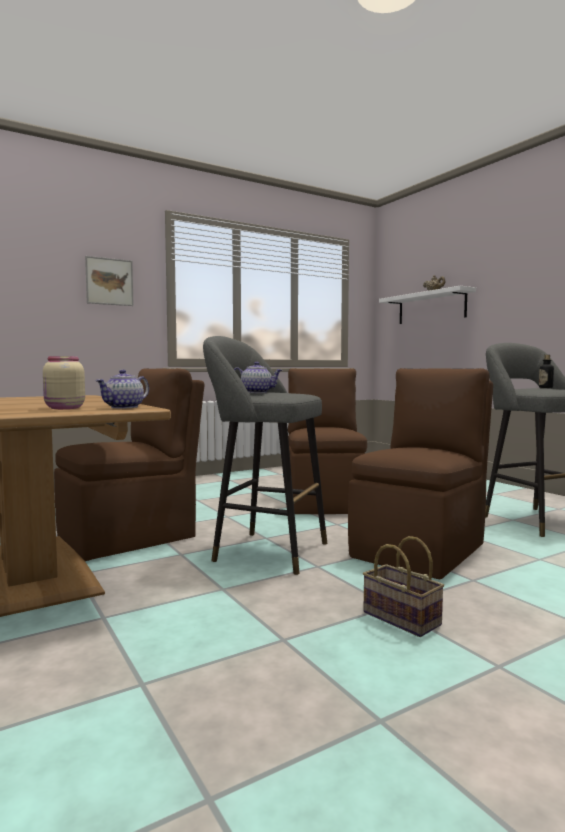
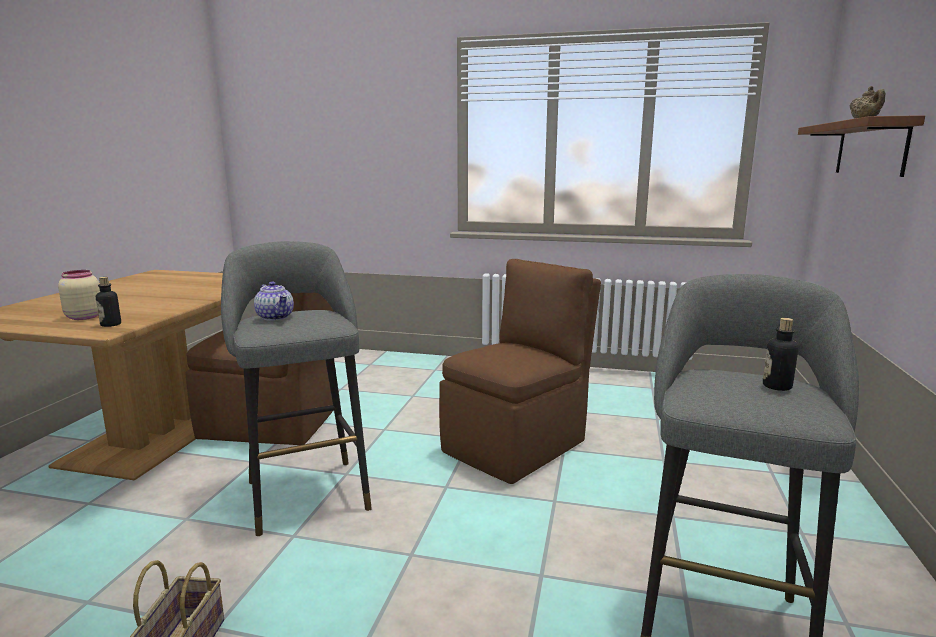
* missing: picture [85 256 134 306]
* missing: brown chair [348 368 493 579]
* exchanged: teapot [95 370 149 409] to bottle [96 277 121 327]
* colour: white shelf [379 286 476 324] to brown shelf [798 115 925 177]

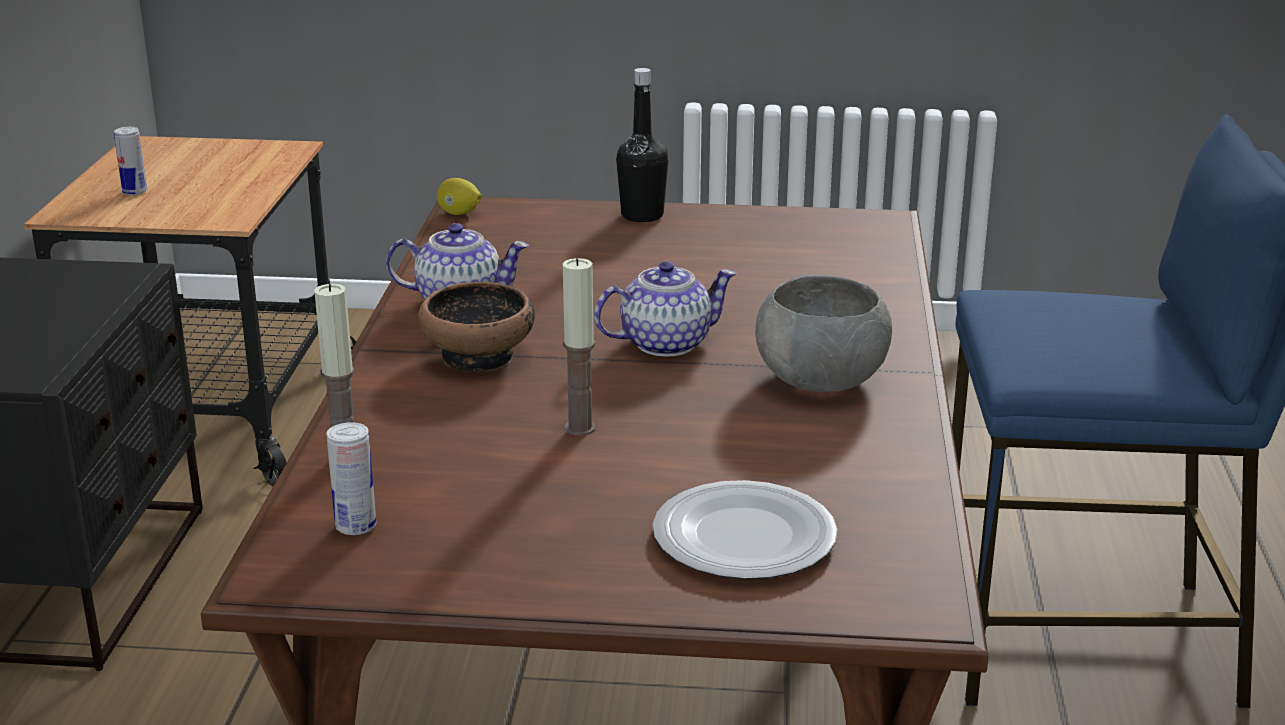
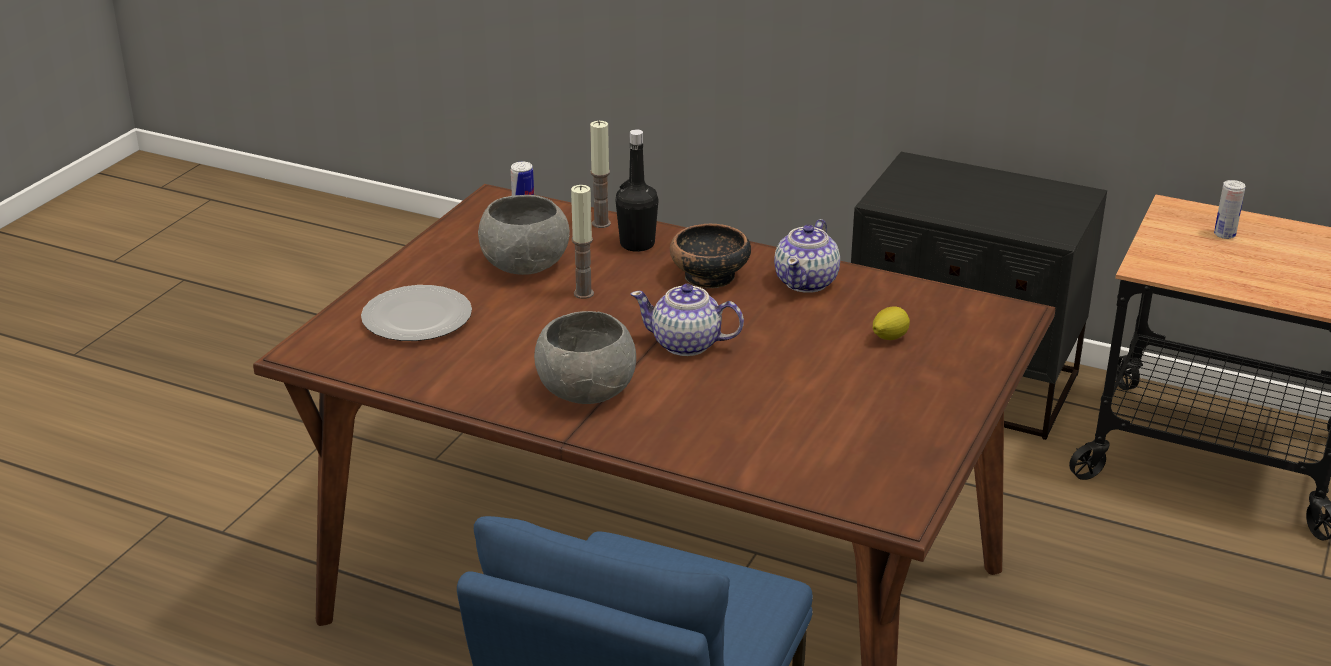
* appeared: grey bowl [478 195 570 275]
* relocated: lemon [437 178 482 215] to [873 307 910 340]
* relocated: black bottle [616 68 669 222] to [616 129 658 252]
* spun: teapot [594 261 737 357] = [630 284 744 356] 105 degrees clockwise

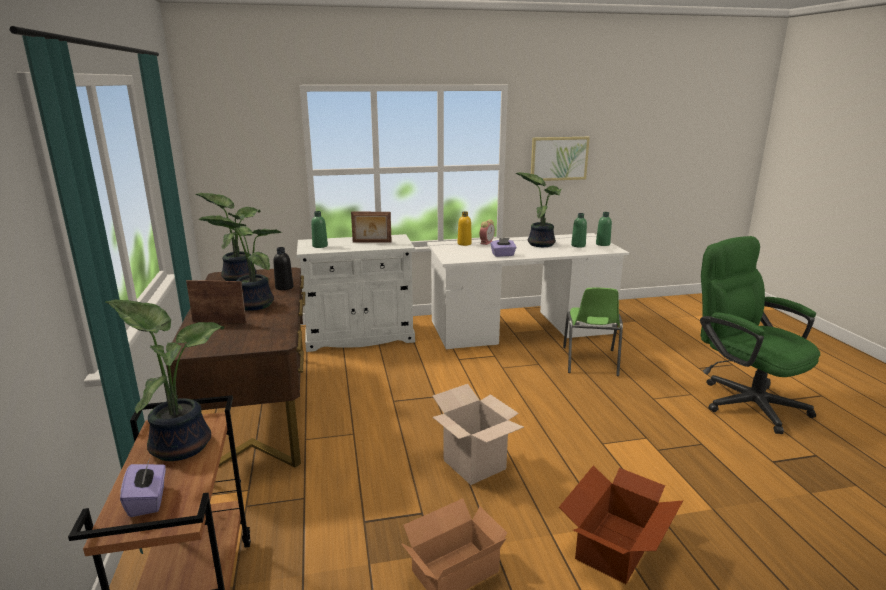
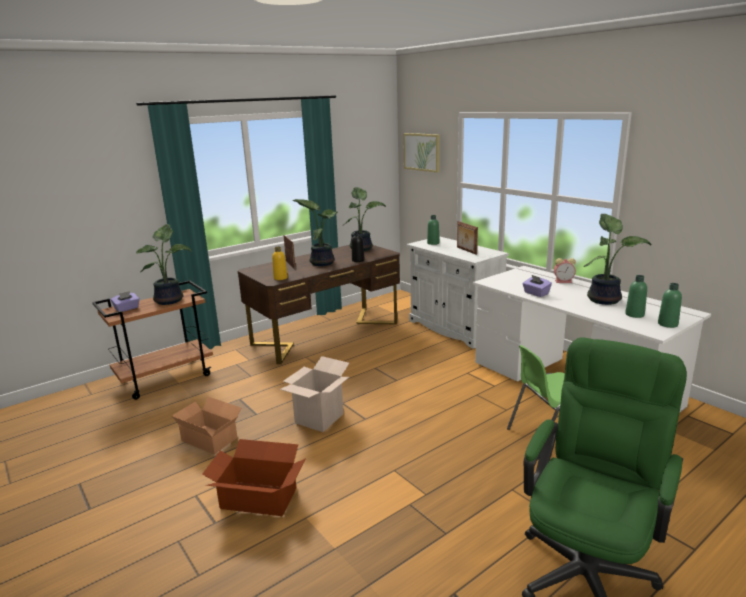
* relocated: yellow bottle [458 211 472 246] to [272 247 288 280]
* relocated: picture [531 137 590 181] to [403 133 440 173]

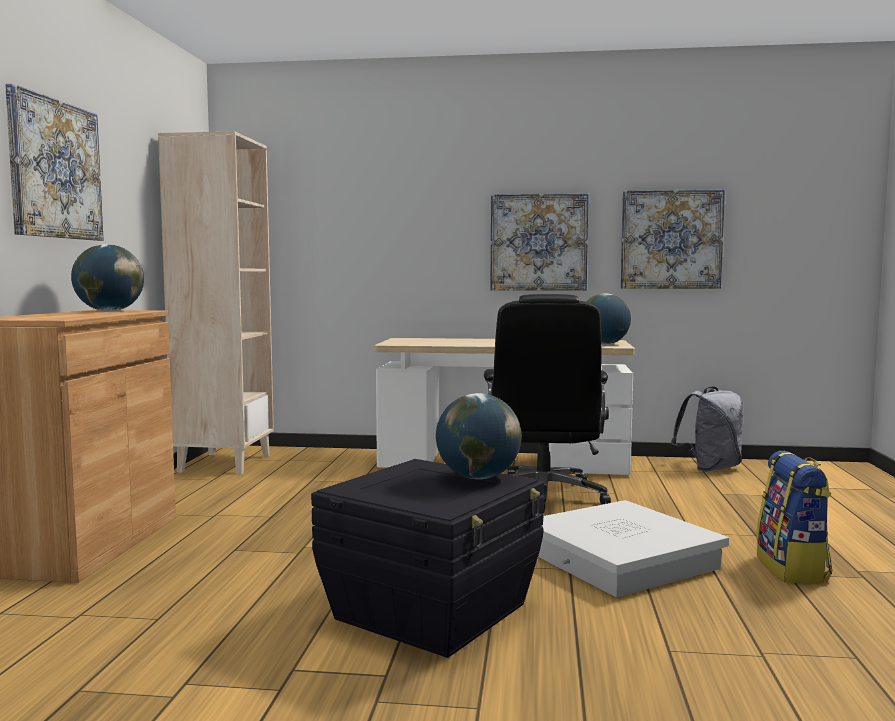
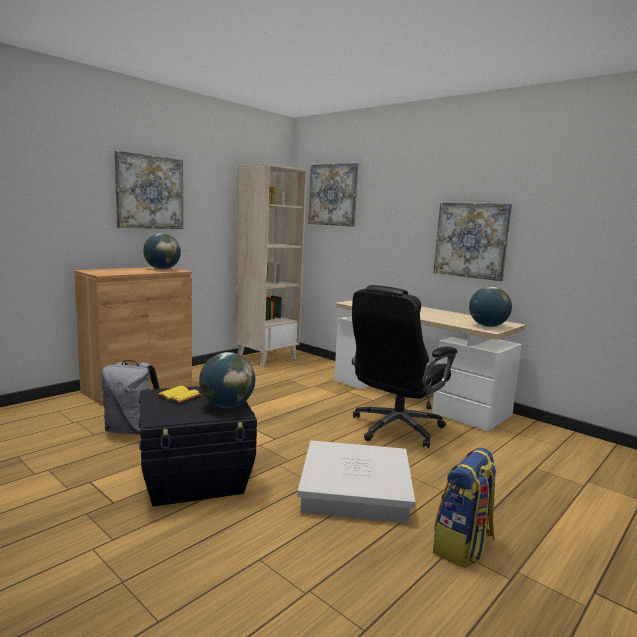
* appeared: yellow book [156 386 202 403]
* relocated: picture [620 189 725 289] to [308 163 359 227]
* relocated: grey backpack [671 387 743 472] to [101 360 160 435]

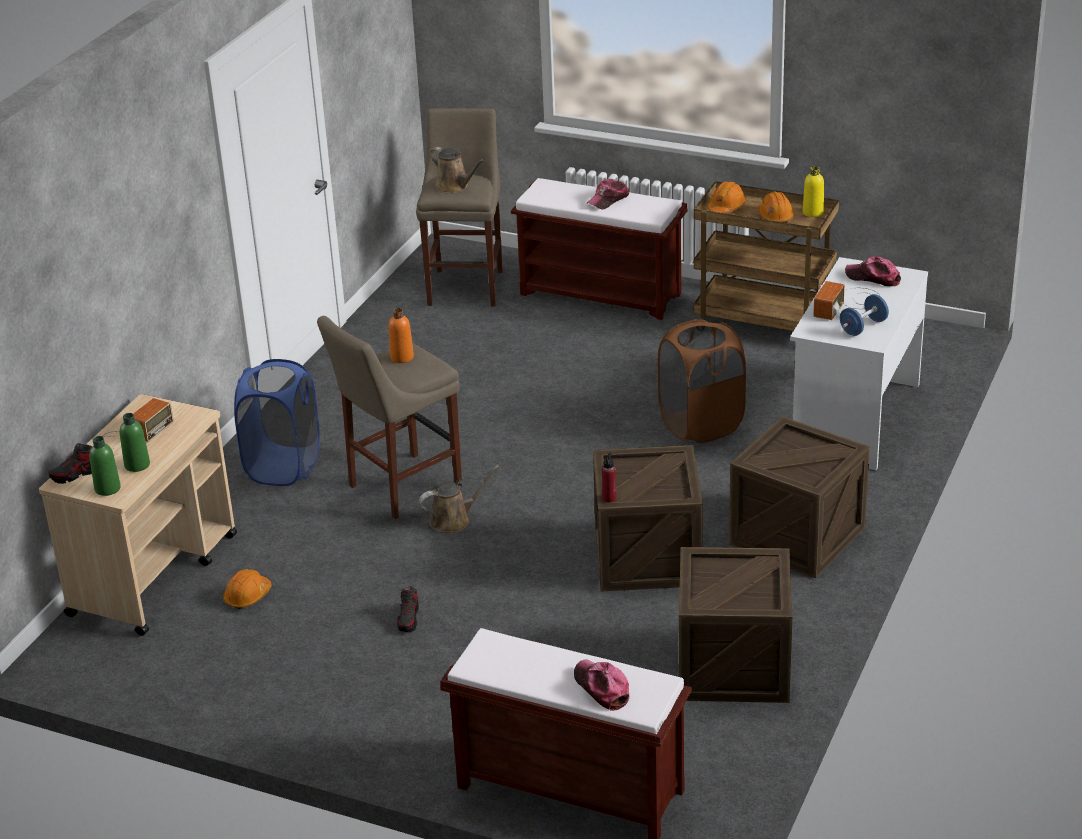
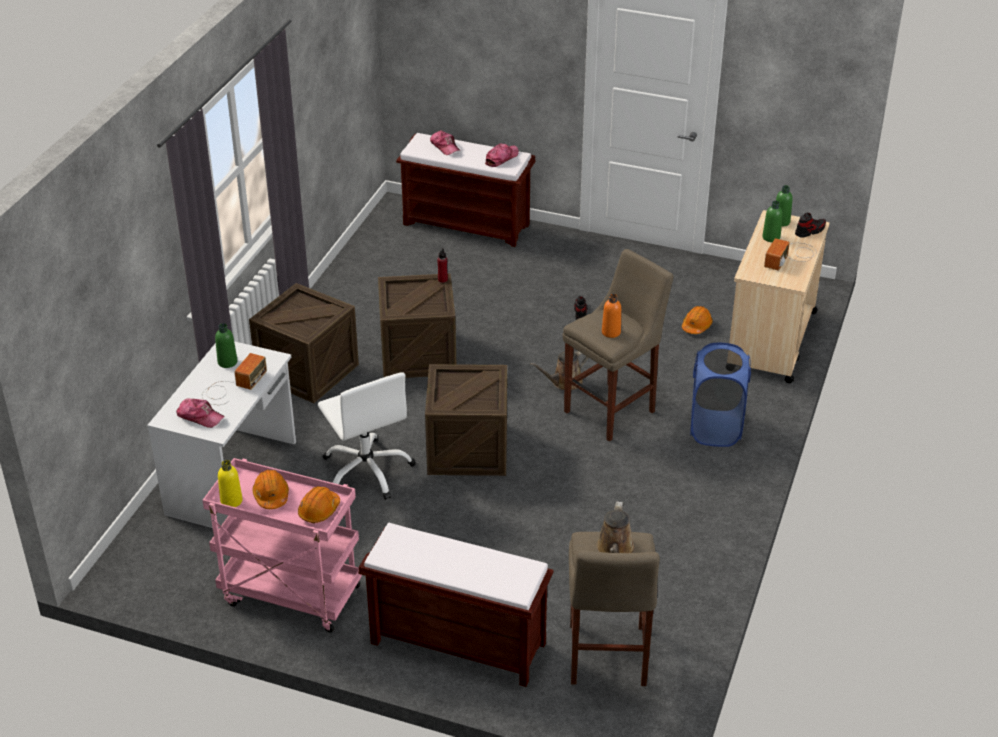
* relocated: cap [587 179 630 210] to [485 144 519 167]
* relocated: crate [679 547 792 703] to [425 364 507 476]
* exchanged: brown laundry basket [658 319 746 443] to white office chair [318 372 416 500]
* exchanged: blue dumbbell [840 294 889 336] to green bottle [215 323 237 368]
* colour: brown cart [694 181 839 344] to pink cart [202 458 362 633]
* spun: brown watering can [430 147 485 194] = [596 501 635 553] 120 degrees counterclockwise

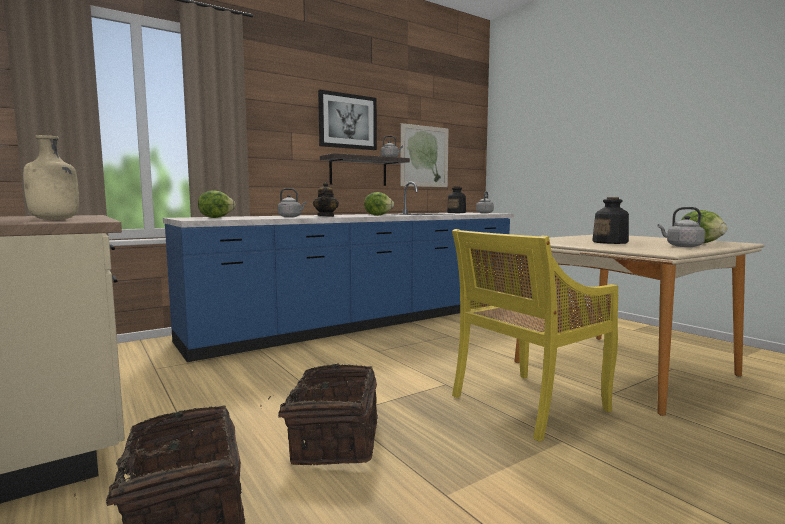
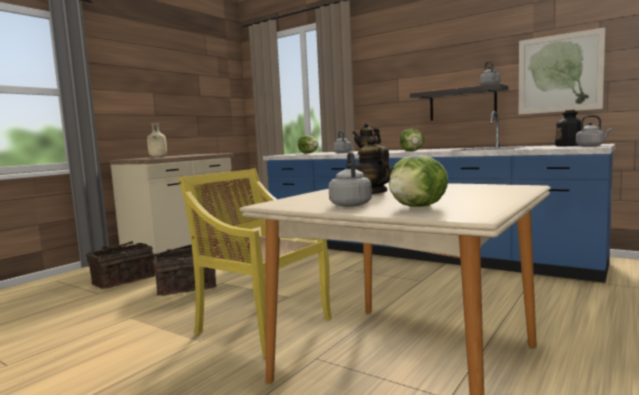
* missing: picture [318 90 377 150]
* exchanged: bottle [592 197 629 244] to teapot [355 137 392 194]

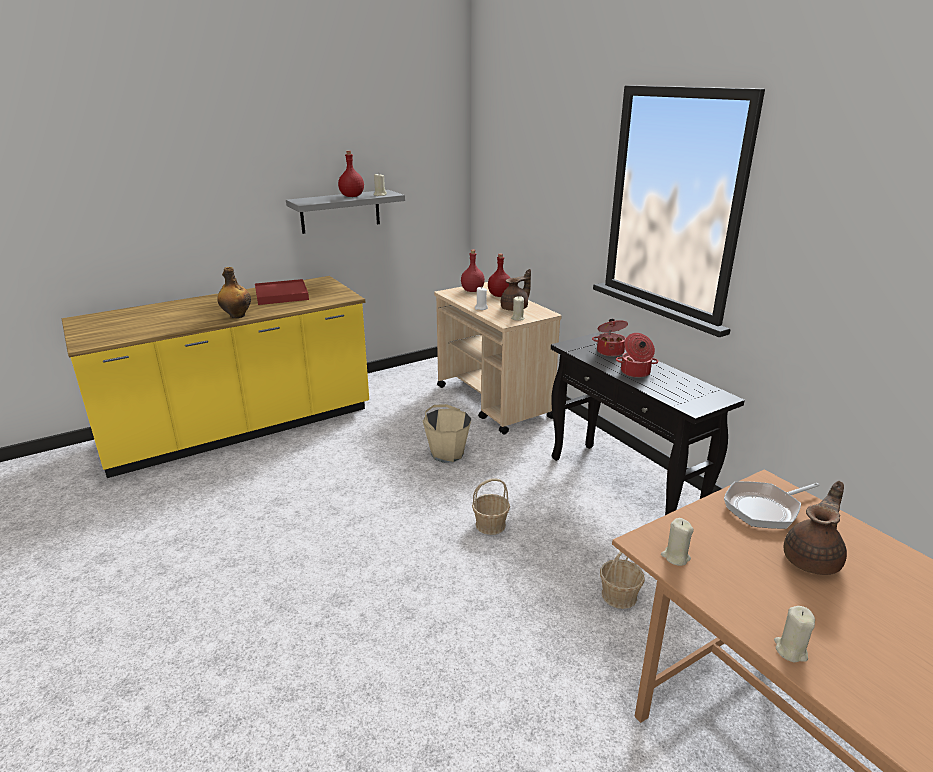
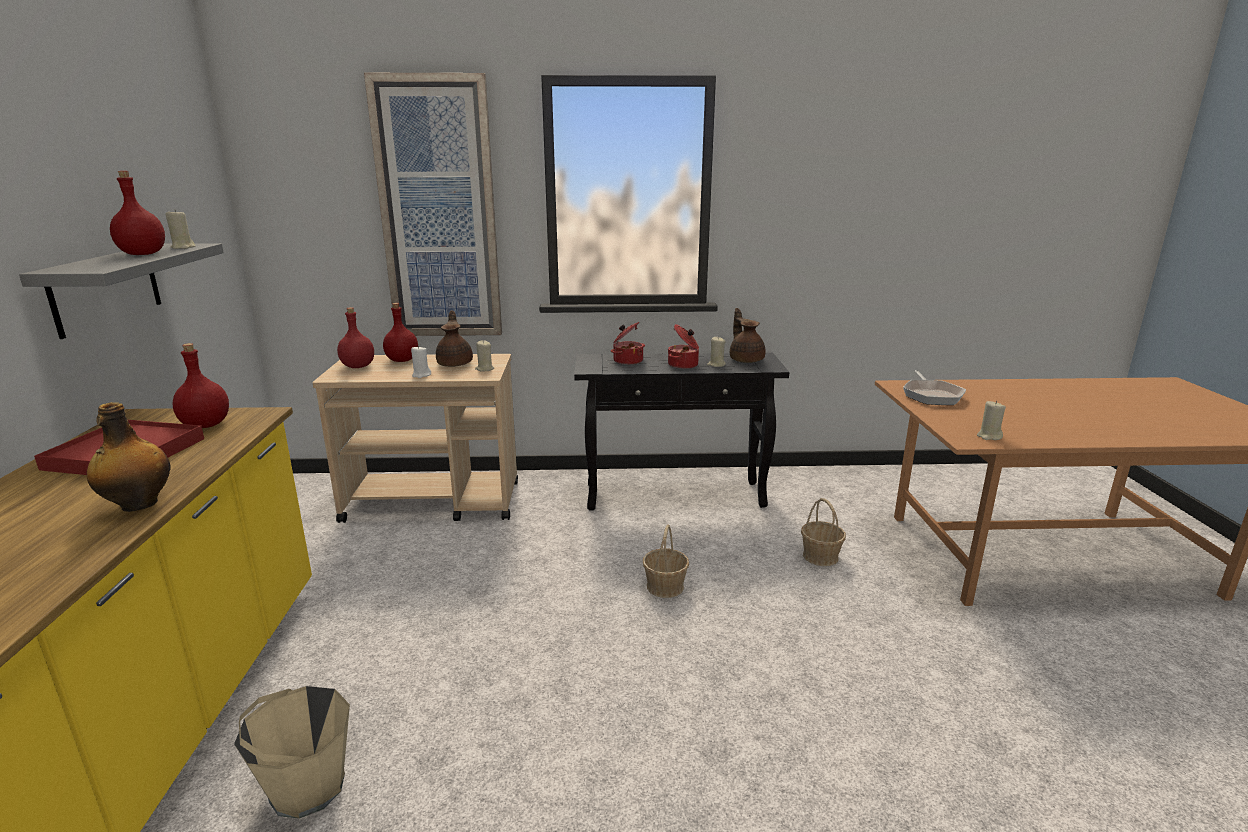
* appeared: red bottle [172 343 229 428]
* appeared: picture [364 73 502 336]
* relocated: beige bucket [423 404 471 463] to [234 686 350 819]
* relocated: beige candle [774 606 815 662] to [707 337 726 367]
* relocated: brown teapot [784 481 847 575] to [730 308 766 363]

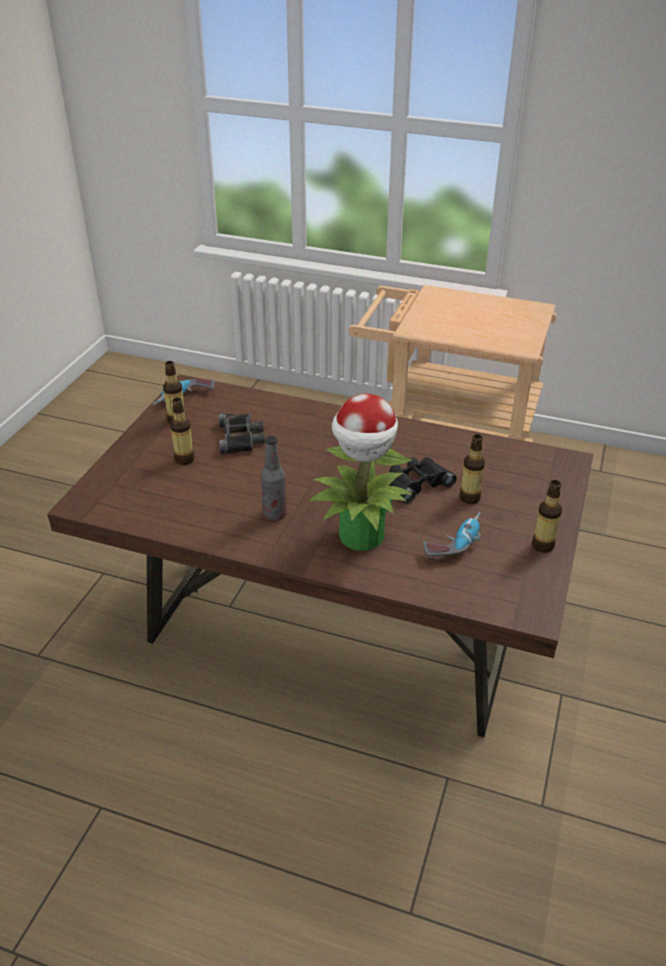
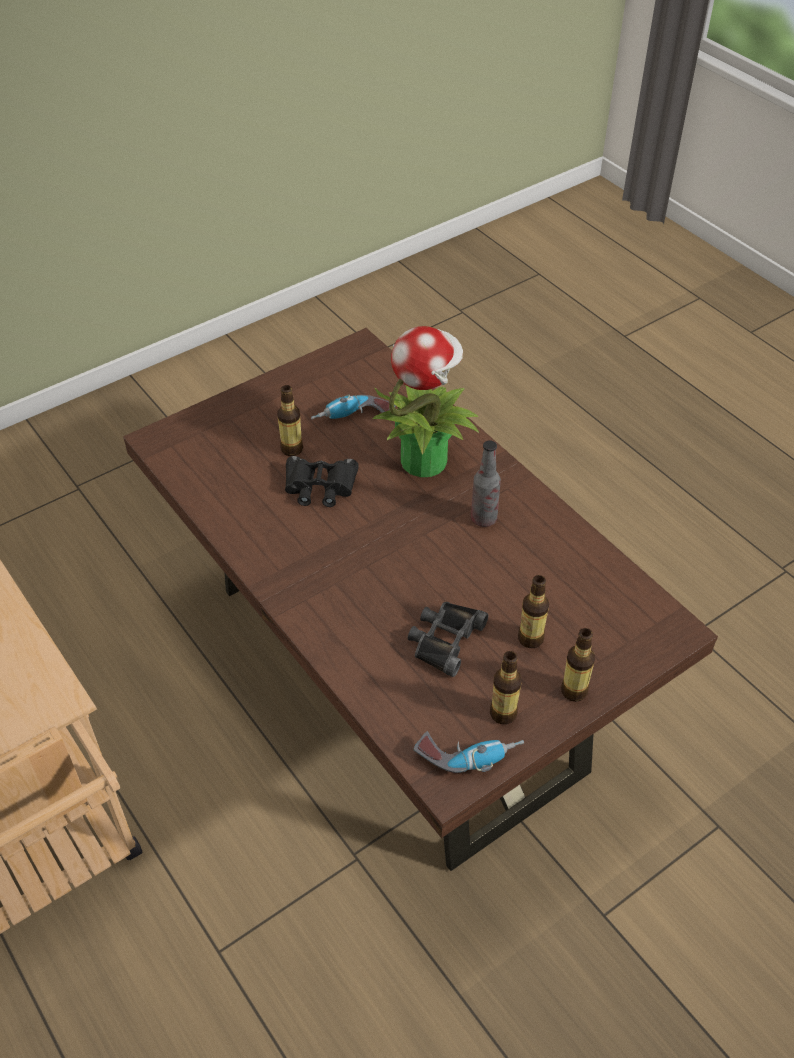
* relocated: bottle [532 480 562 553] to [561 628 595 702]

